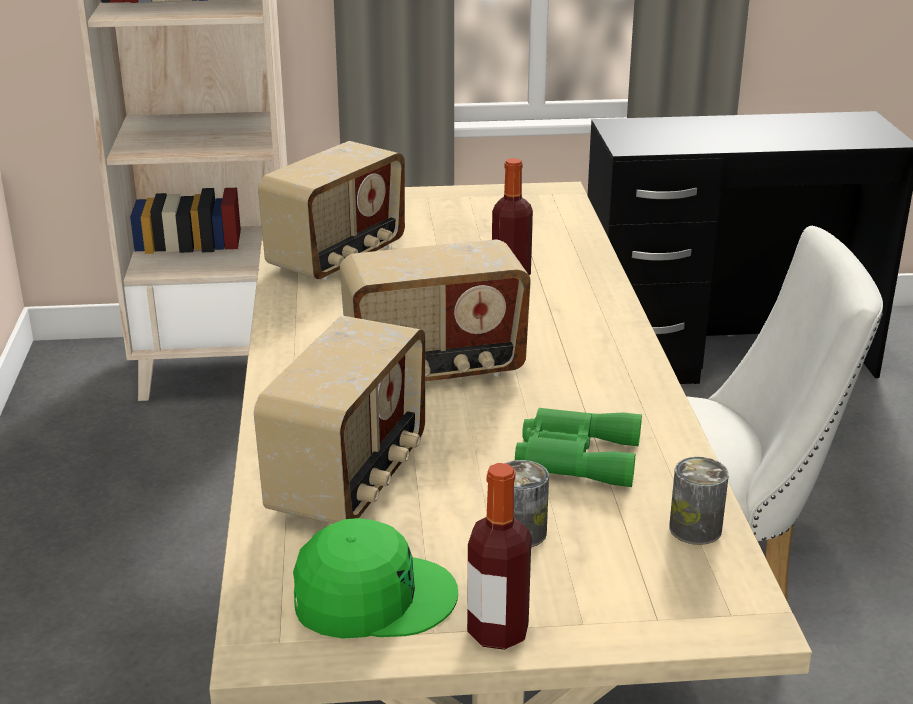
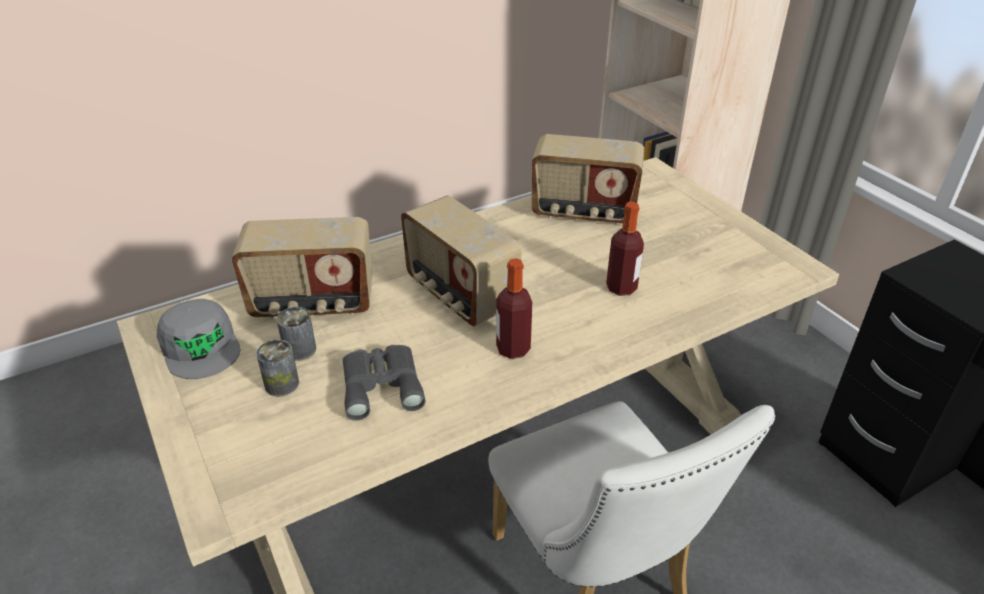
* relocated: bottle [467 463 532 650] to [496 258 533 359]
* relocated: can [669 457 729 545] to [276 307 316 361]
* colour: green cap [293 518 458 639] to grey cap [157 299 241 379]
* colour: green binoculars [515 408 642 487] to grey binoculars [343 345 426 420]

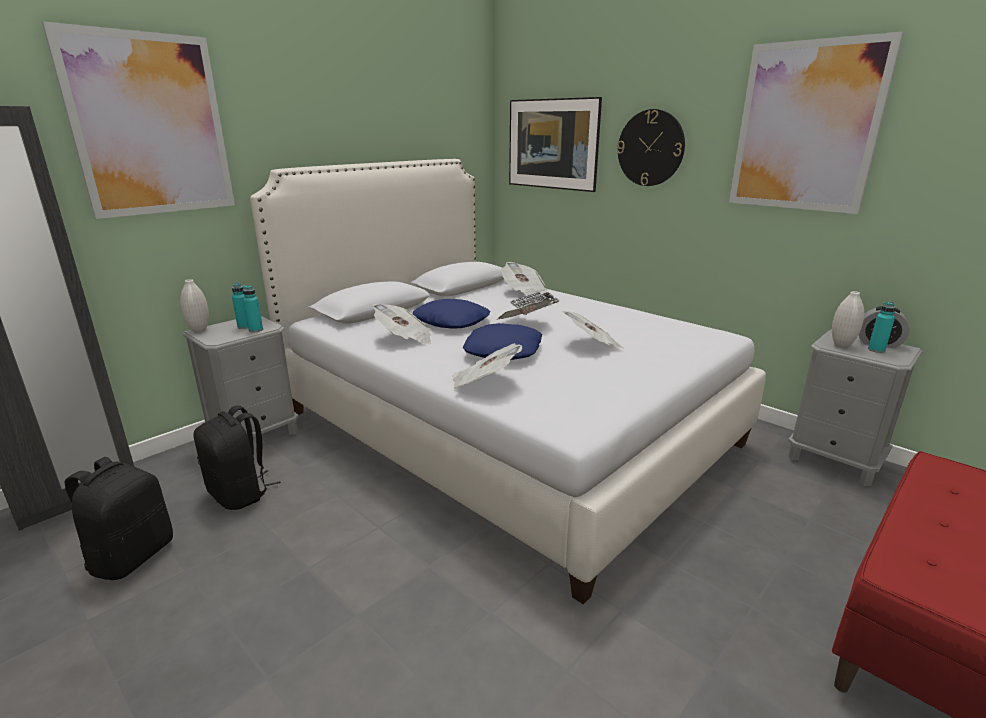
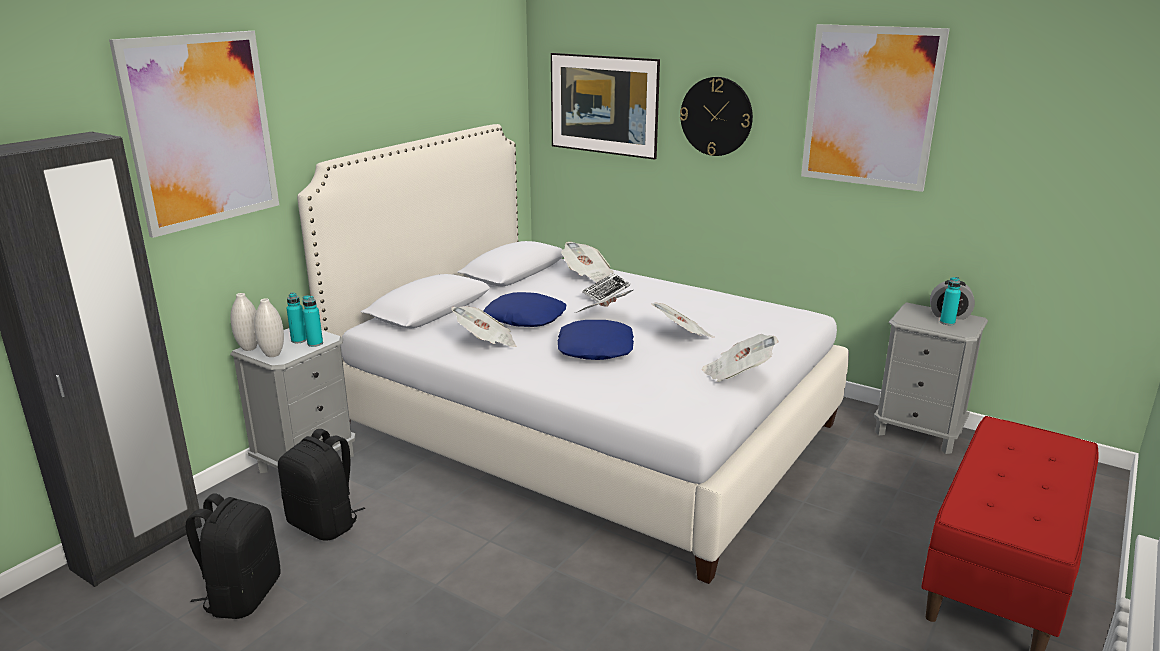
* relocated: newspaper [452 343 522 388] to [702 334 778 382]
* relocated: white vase [832 291 864 348] to [254 298 284 357]

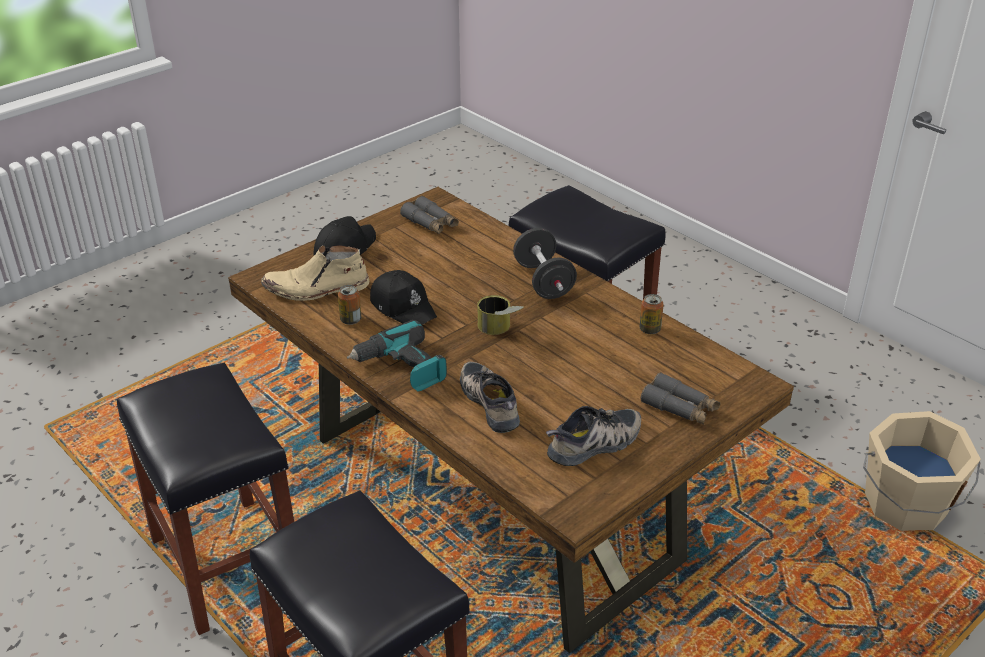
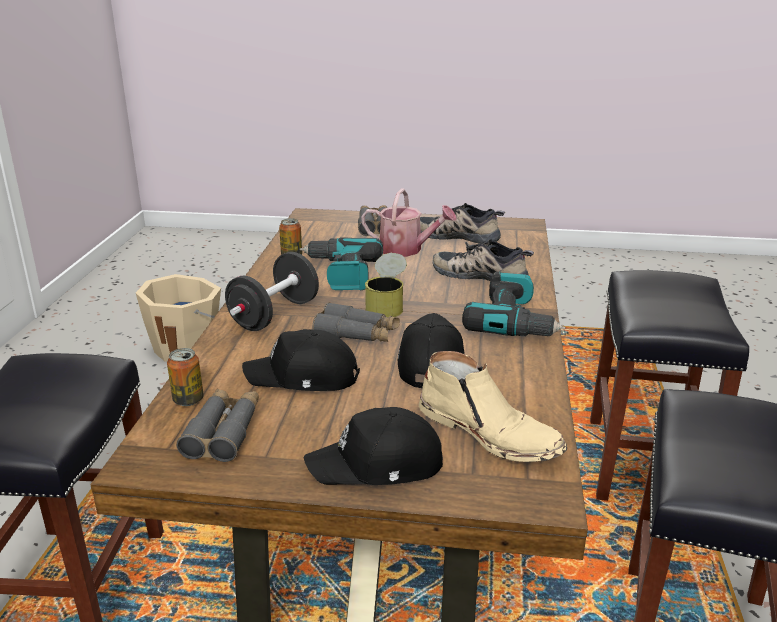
* appeared: black cap [242 329 360 391]
* appeared: power drill [300 238 383 291]
* appeared: grey binoculars [313 302 400 342]
* appeared: watering can [361 188 457 257]
* relocated: can [338 285 361 325] to [167 348 204 406]
* spun: shoe [460 361 520 433] = [433 239 534 281] 90 degrees clockwise

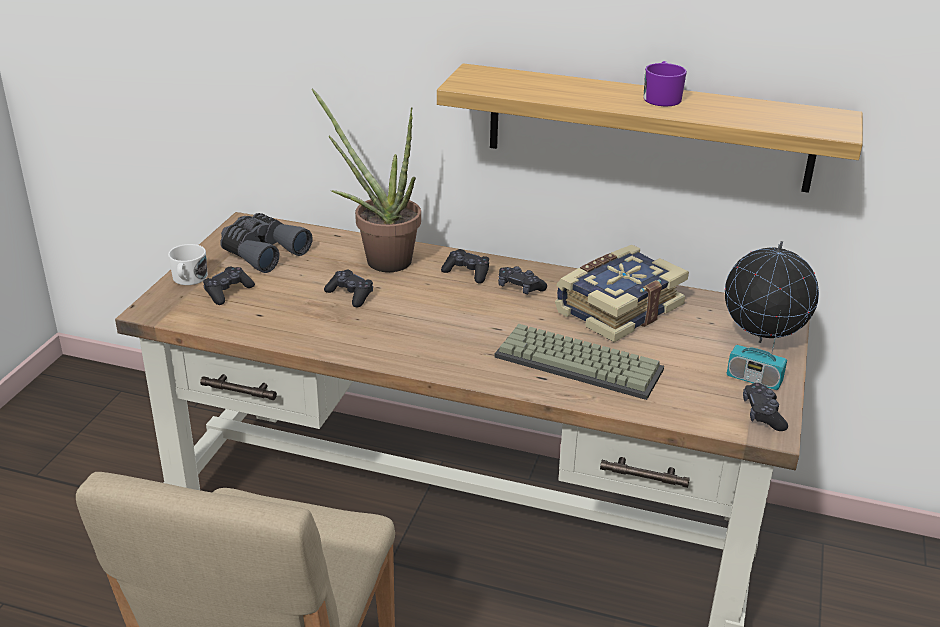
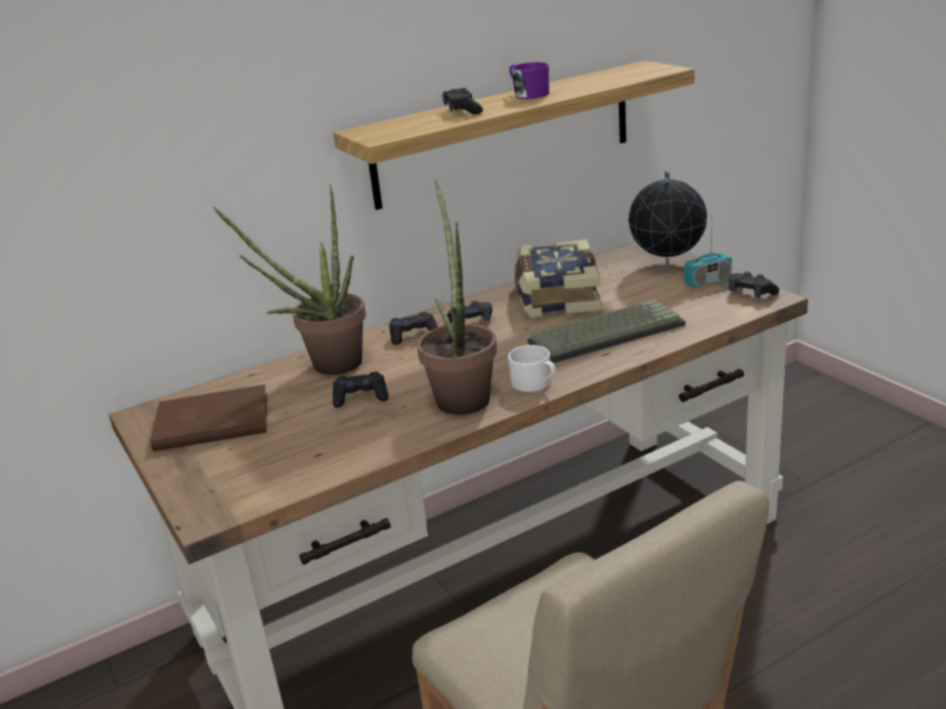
* appeared: potted plant [417 179 497 415]
* relocated: white mug [168 244 208 285] to [508 345 555 392]
* relocated: black game controller [203 266 255 305] to [442 88 483 114]
* exchanged: grey binoculars [220 213 313 273] to brown book [150 384 267 452]

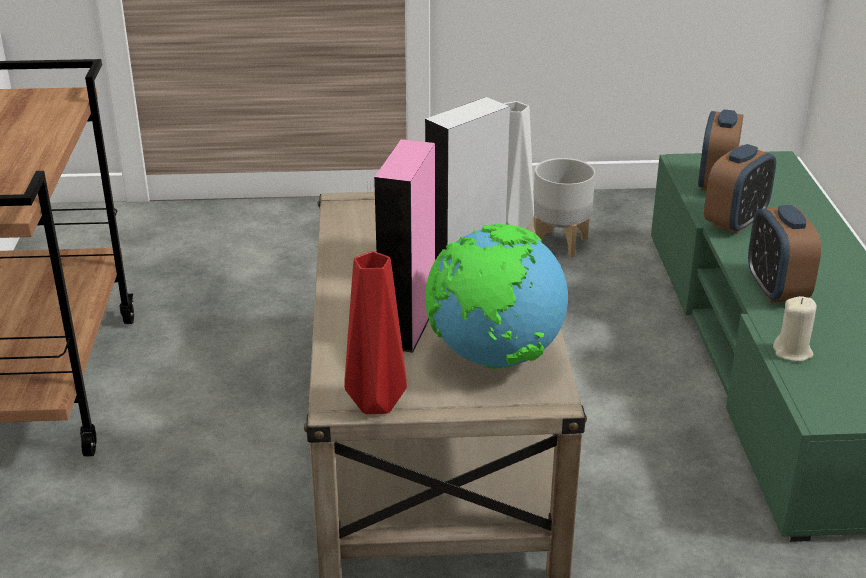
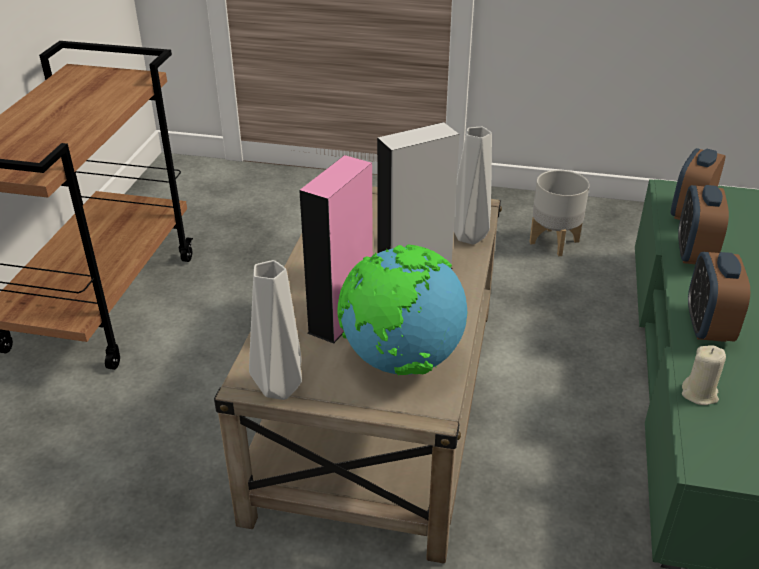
* colour: red vase [344 251 407 414] to grey vase [249 260 302 400]
* spun: alarm clock [704 144 776 234] = [678 185 729 264] 135 degrees clockwise

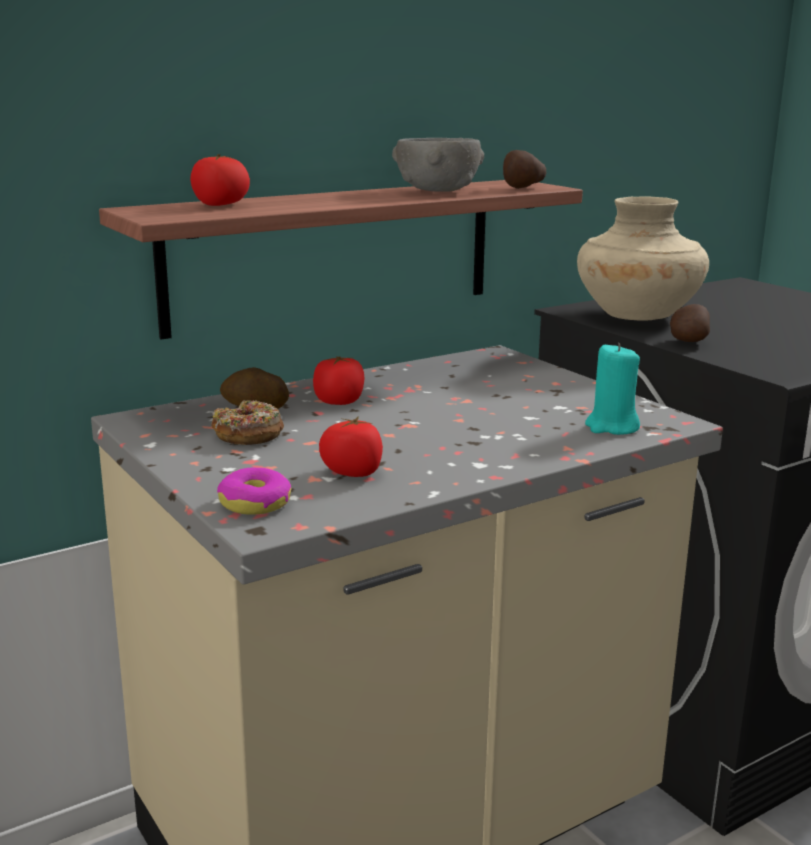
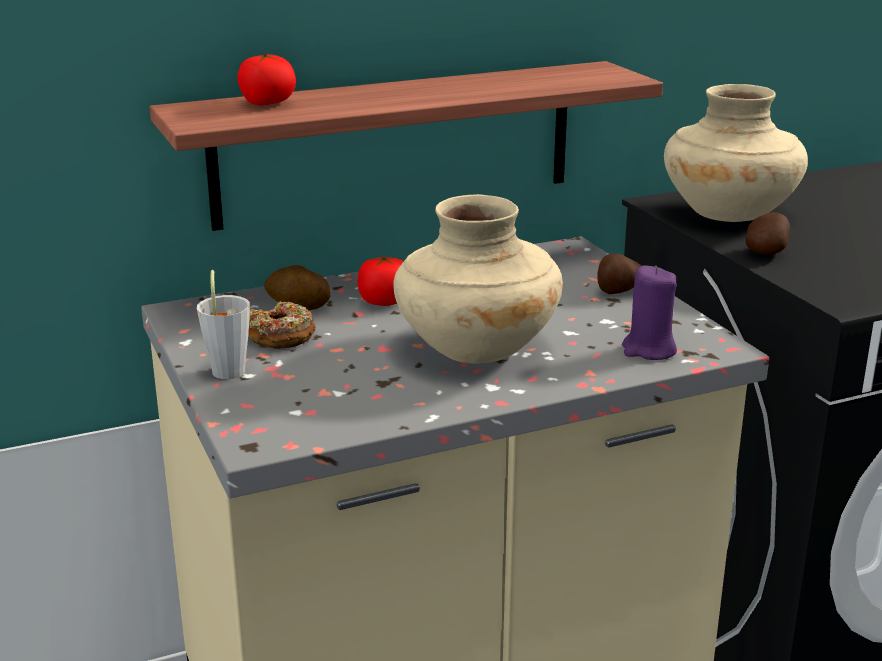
* missing: donut [217 468 291 515]
* missing: tomato [319 416 383 477]
* missing: grey bowl [392 138 484 192]
* appeared: grey cup [197 270 250 379]
* appeared: beige vase [394 194 563 364]
* relocated: potato [503 150 546 189] to [598 254 641 294]
* colour: turquoise candle [585 343 640 435] to purple candle [622 265 677 360]

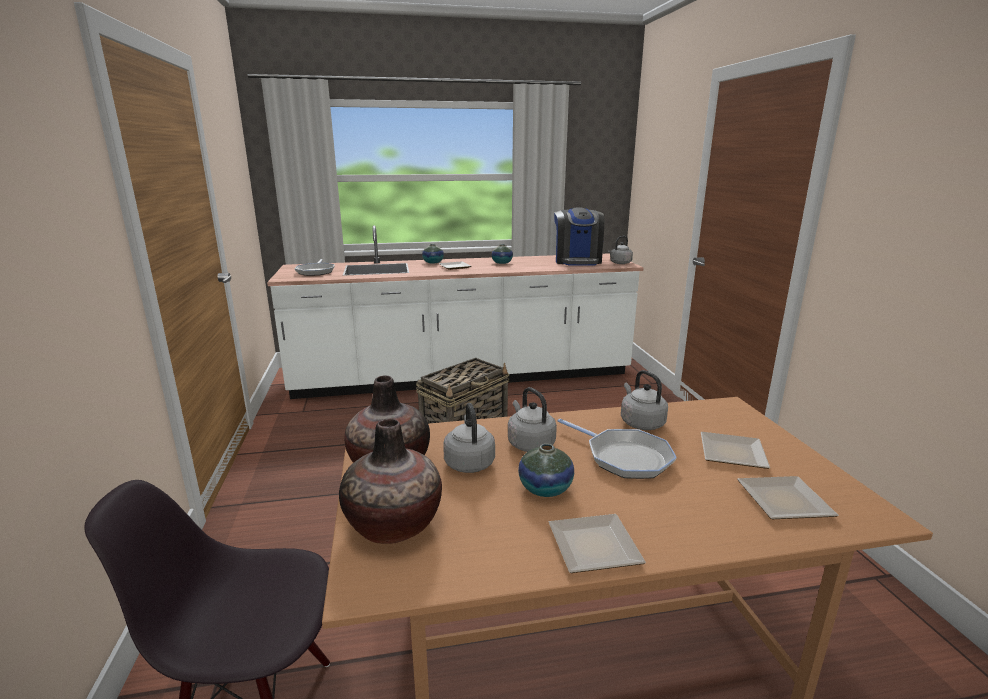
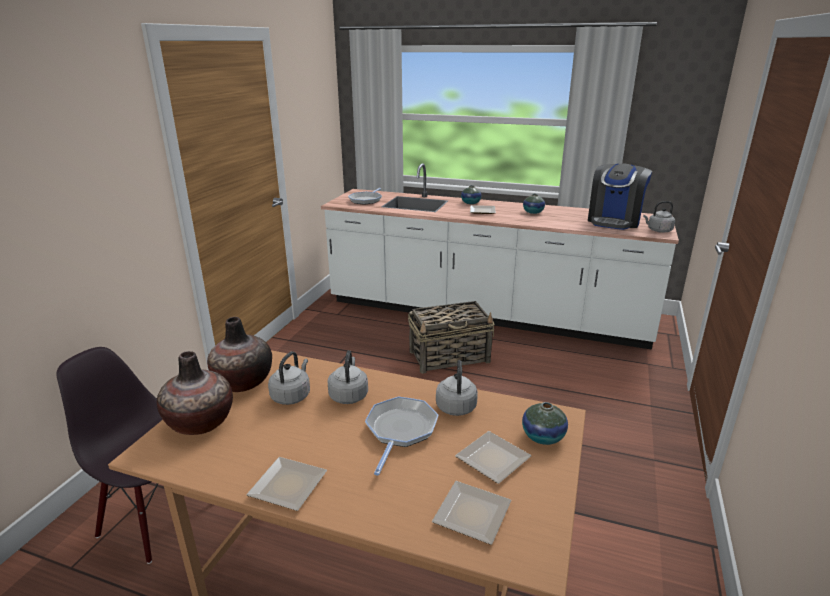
* relocated: vase [518 444 574 497] to [522 402 568 445]
* spun: frying pan [558 419 677 479] = [365 396 438 476] 150 degrees counterclockwise

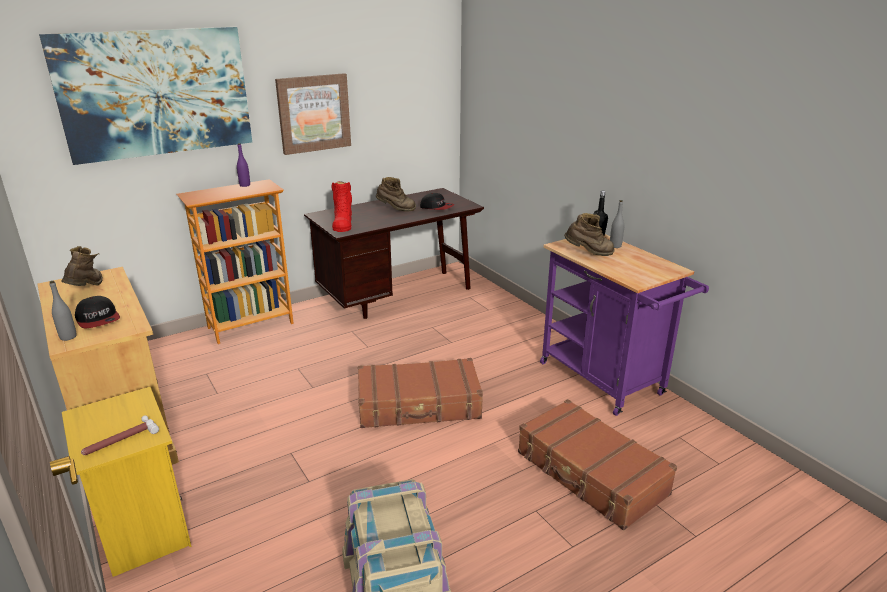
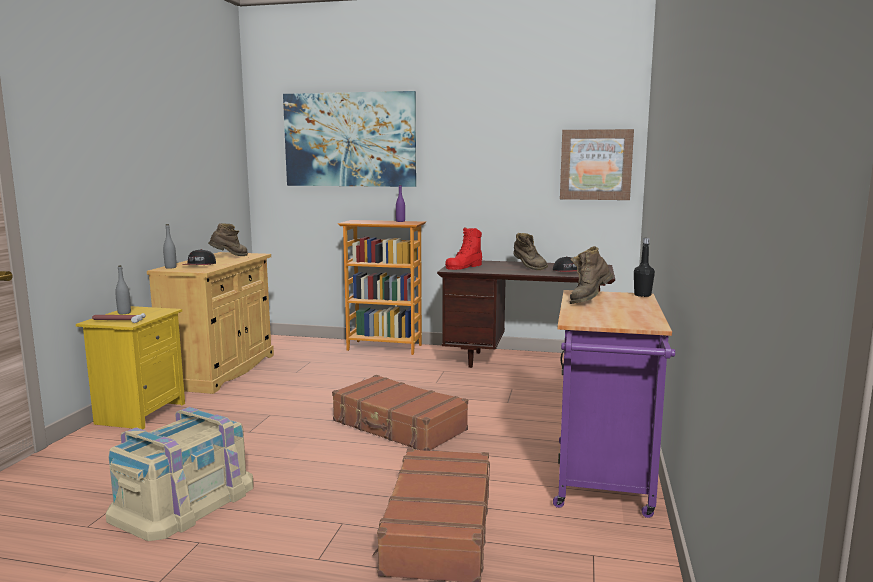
* relocated: picture [275 73 351 155] to [560 129 634 200]
* relocated: grey bottle [610 200 624 248] to [115 265 131 314]
* spun: brown boot [564 213 614 256] = [569 246 613 304] 90 degrees clockwise

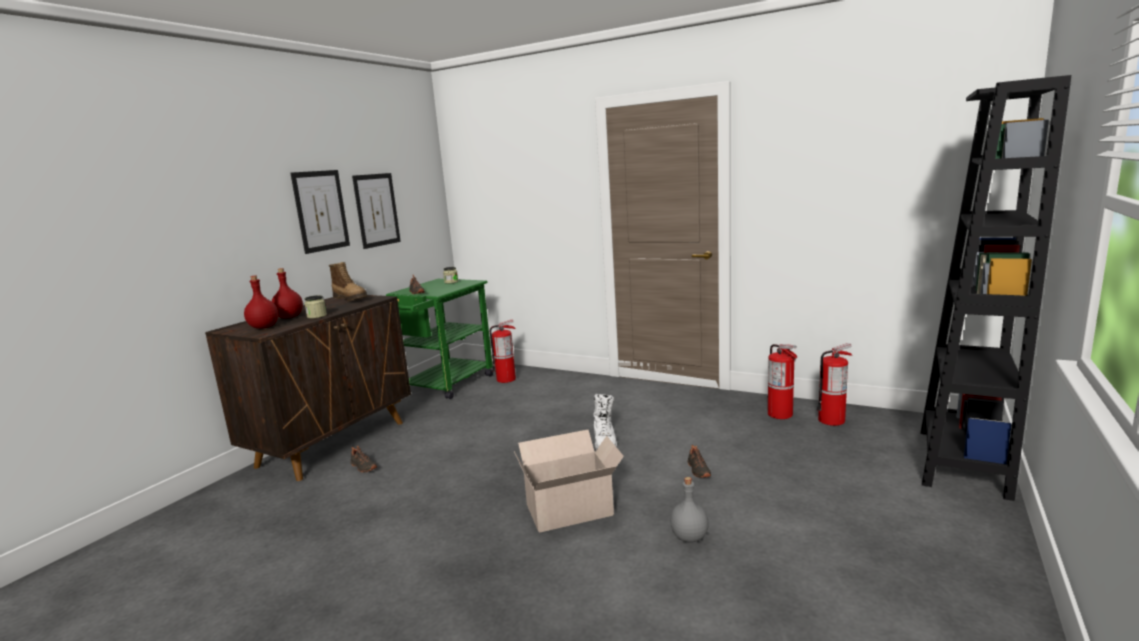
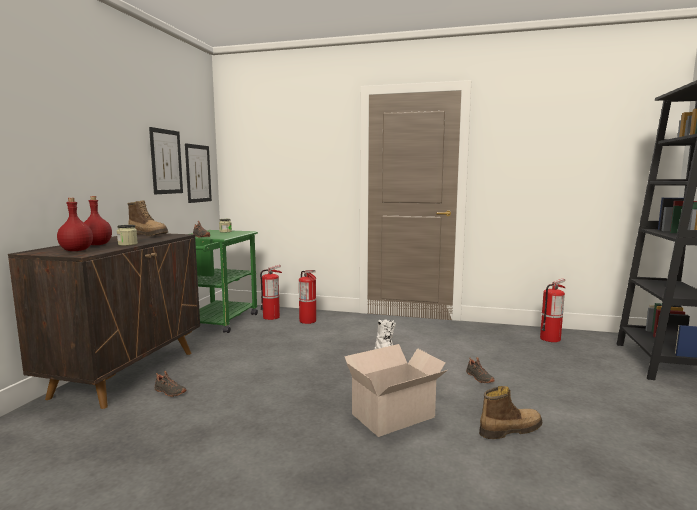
* relocated: picture [290 170 350 254] to [185 143 212 203]
* relocated: fire extinguisher [768 344 798 419] to [299 270 316 324]
* exchanged: grey bottle [670 477 709 542] to boot [479 386 542 439]

